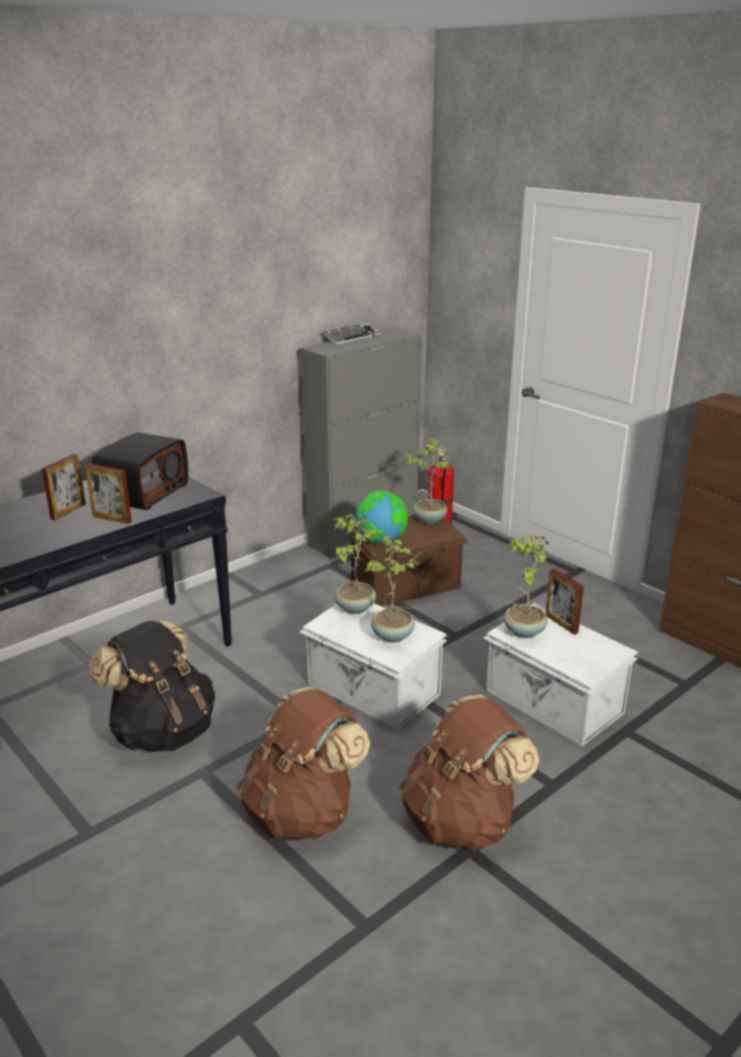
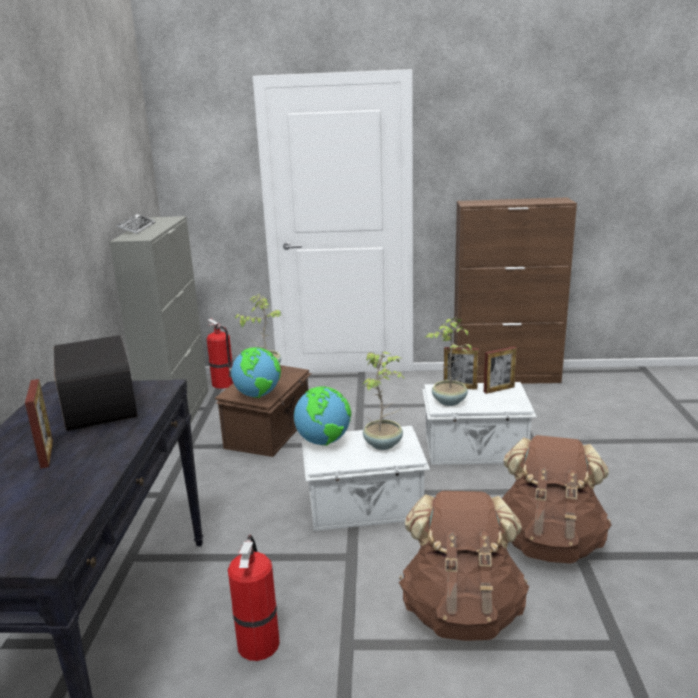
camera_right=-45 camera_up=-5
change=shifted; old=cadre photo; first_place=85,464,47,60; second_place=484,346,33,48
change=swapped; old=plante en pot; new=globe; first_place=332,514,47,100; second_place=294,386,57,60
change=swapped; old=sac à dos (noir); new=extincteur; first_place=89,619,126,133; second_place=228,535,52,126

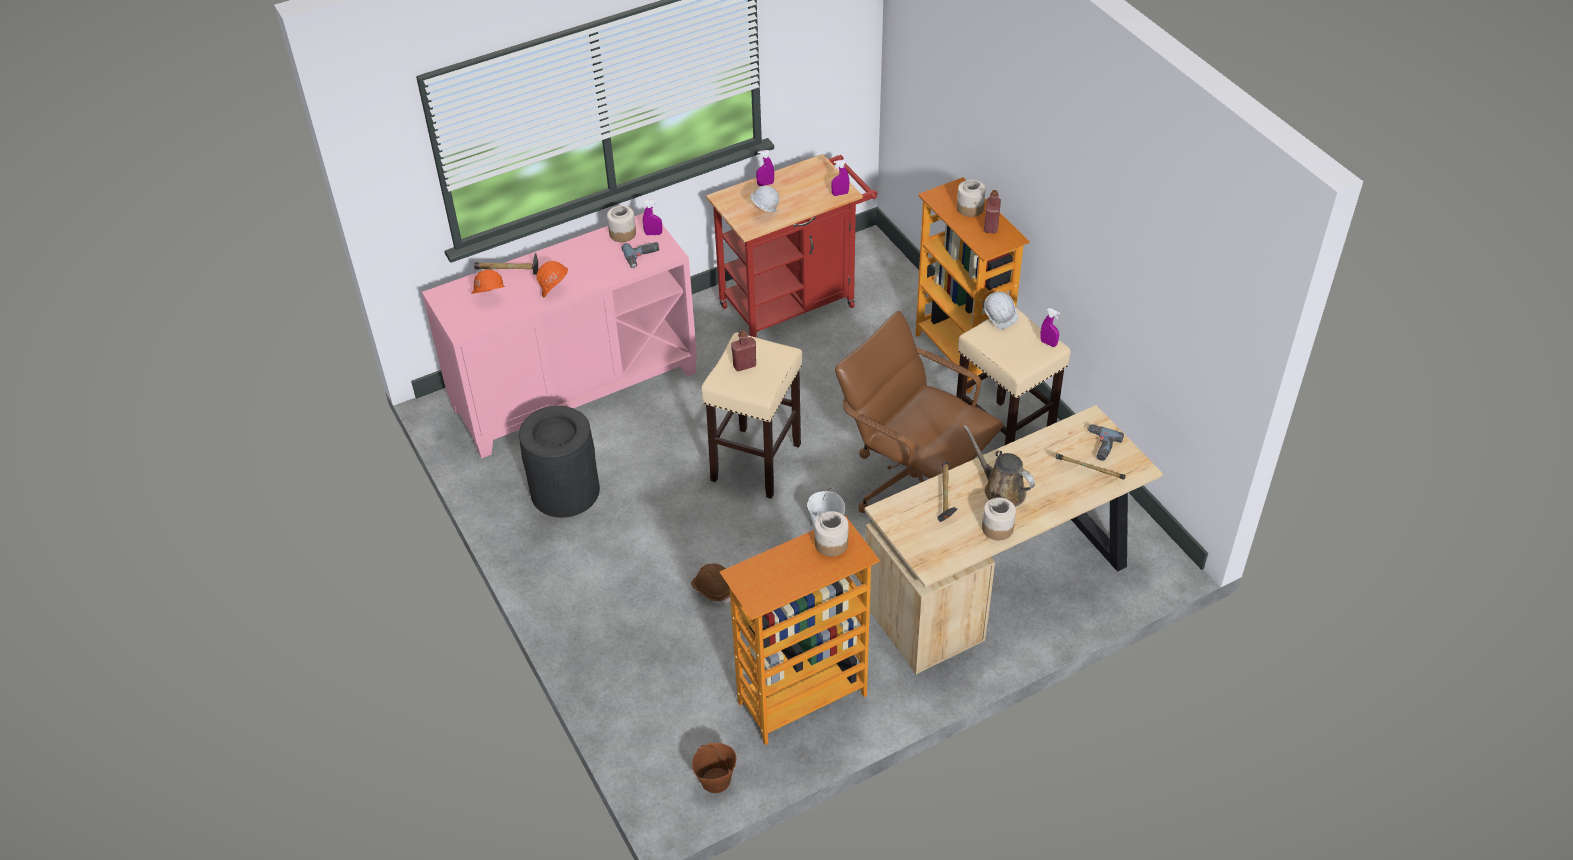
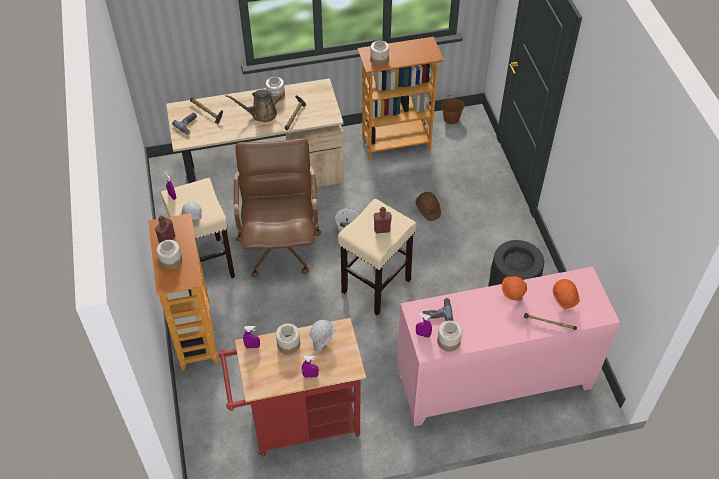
camera_right=-165 camera_up=5
change=rotated; old=chaise de bureau (marron); first_place=835,311,169,202; second_place=234,139,87,139; degrees=-150
change=rotated; old=arrosoir (marron); first_place=963,425,72,82; second_place=226,89,56,33; degrees=105
change=new; new=bocal; second_place=276,324,24,30

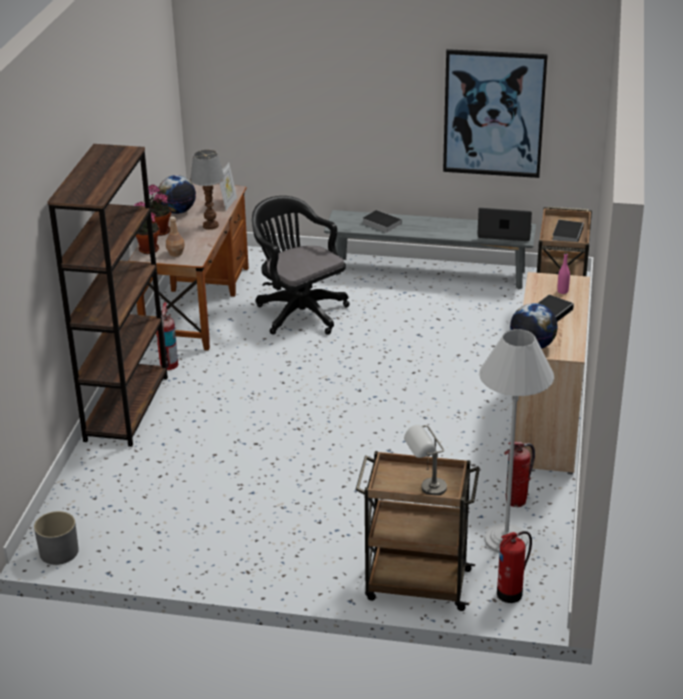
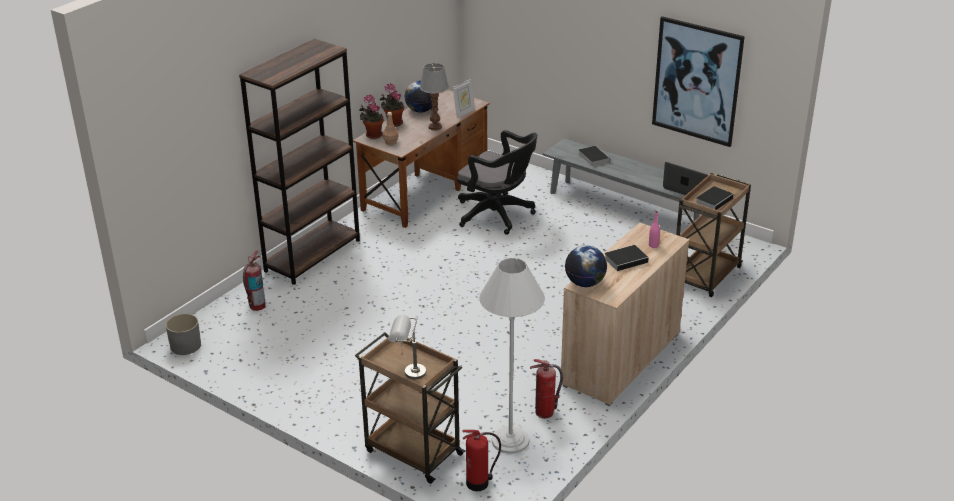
camera_right=25 camera_up=0
change=rotated; old=chaise de bureau (noir); first_place=252,196,98,139; second_place=457,130,80,105; degrees=135
change=shifted; old=extincteur; first_place=156,302,23,68; second_place=243,250,22,61

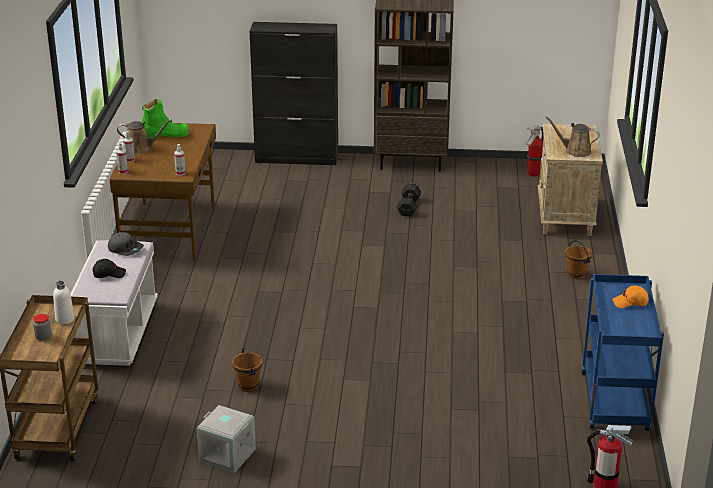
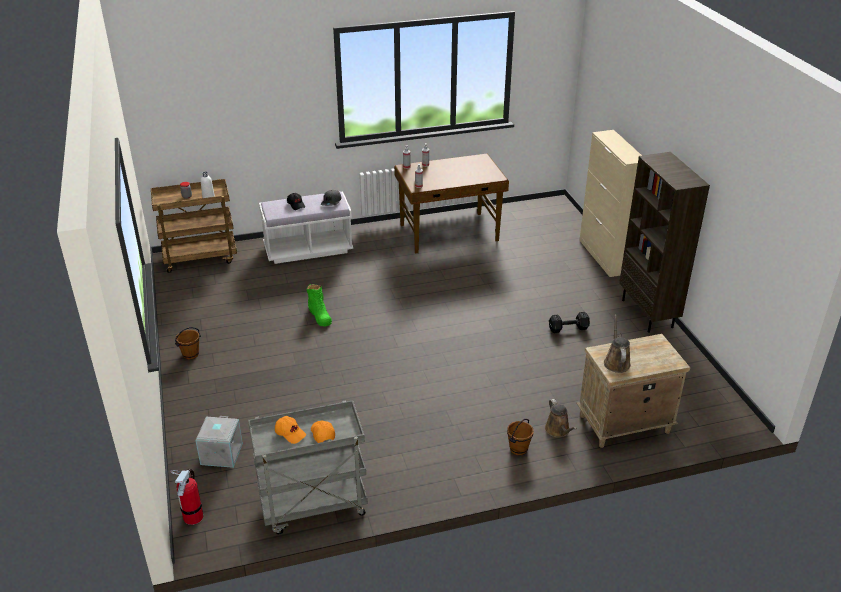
camera_right=70 camera_up=5
change=repainted; old=meuble de rangement (noir); new=meuble de rangement (beige); first_place=249,22,89,143; second_place=579,130,63,147
change=shifted; old=botte (vert); first_place=142,99,47,39; second_place=307,284,25,43
change=shifted; old=arrosoir (marron); first_place=117,120,55,34; second_place=545,399,31,38
change=gone; old=extincteur; first_place=526,125,18,52
change=repainted; old=chariot (bleu); new=chariot (gris); first_place=581,274,83,157; second_place=248,400,120,134
change=shifted; old=seau (marron); first_place=232,347,31,44; second_place=175,327,26,33
change=shifted; old=boîte de rangement (gris); first_place=197,405,59,68; second_place=195,416,48,52
change=new; new=casquette (orange); second_place=275,416,31,28

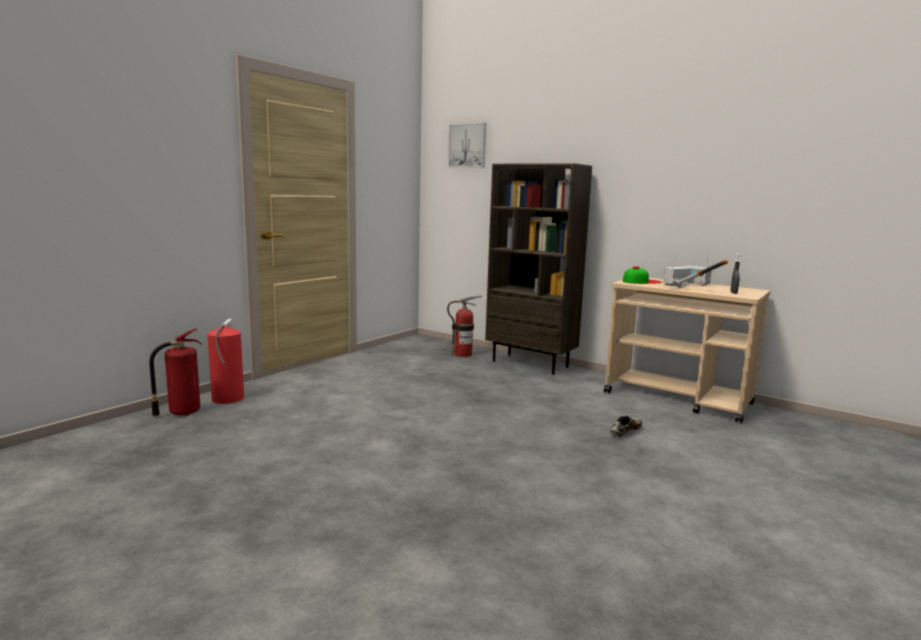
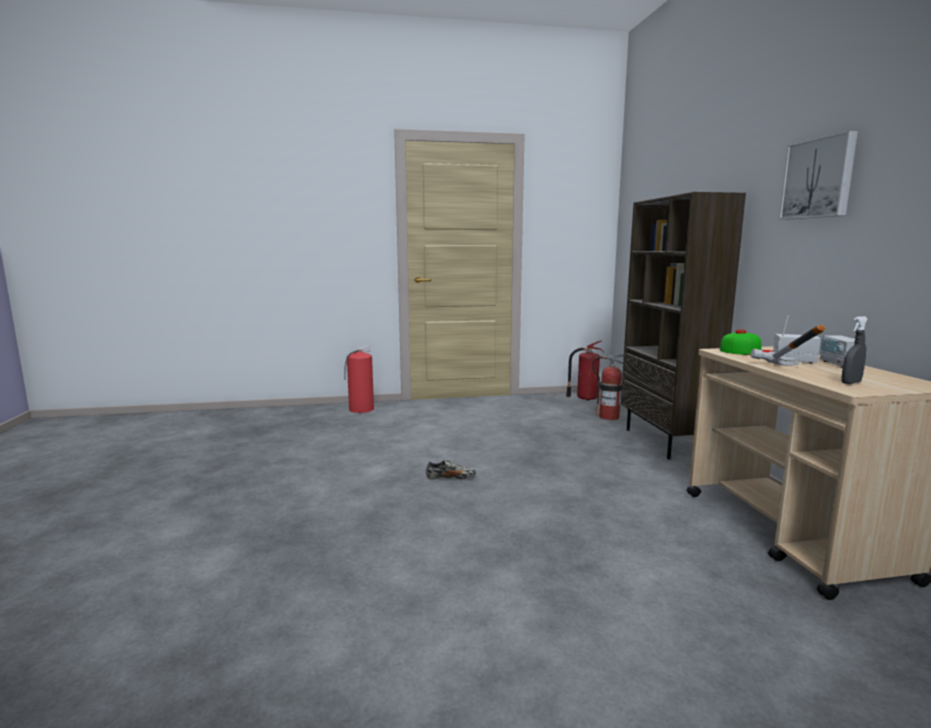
camera_right=45 camera_up=0
change=shifted; old=tableau; first_place=448,123,38,44; second_place=779,130,79,90
change=shifted; old=extincteur; first_place=149,328,53,88; second_place=566,341,38,60
change=shifted; old=chaussure; first_place=610,415,33,22; second_place=426,460,50,19

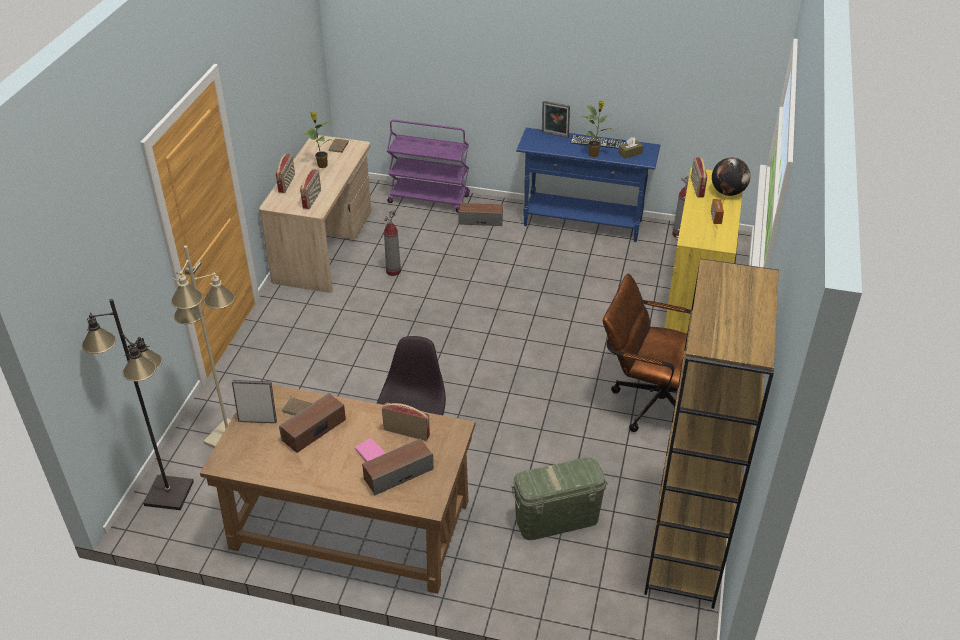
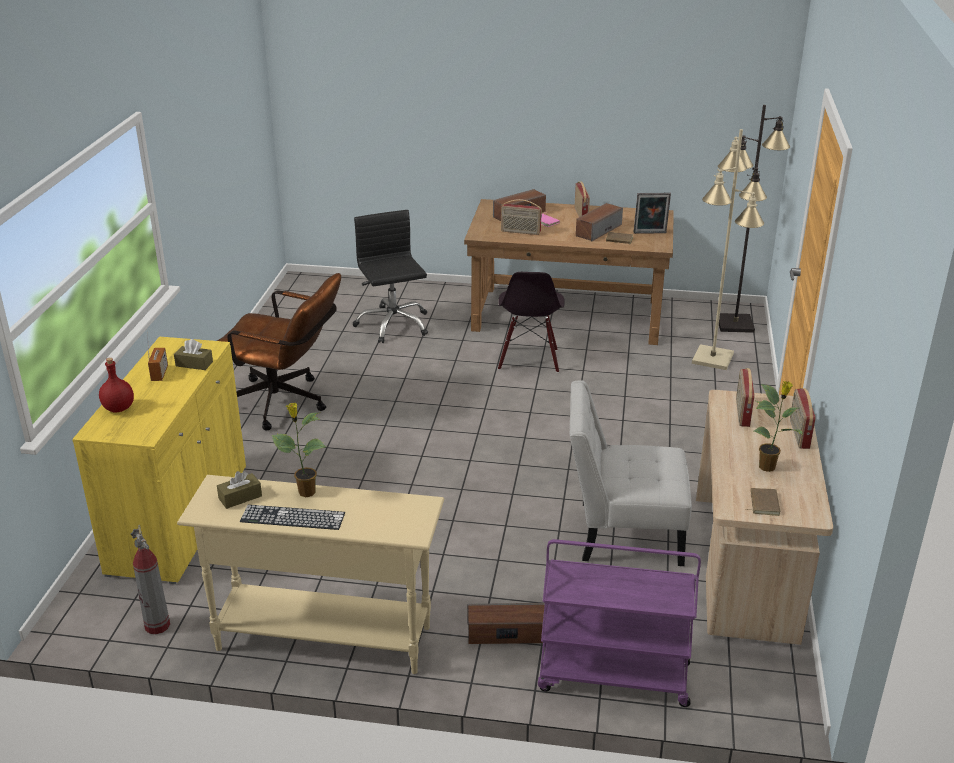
camera_right=175 camera_up=-10
change=gone; old=cadre photo; first_place=542,101,28,37
change=repainted; old=table console (bleu); new=table console (beige); first_place=516,128,144,114; second_place=177,475,267,199
change=shifted; old=radio; first_place=691,157,16,41; second_place=575,181,15,36
change=swapped; old=globe; new=bouteille (rouge); first_place=712,158,38,38; second_place=99,358,35,55
change=swapped; old=extincteur; new=chaise (blanc); first_place=384,210,17,66; second_place=570,380,122,186
change=gone; old=bibliothèque (marron); first_place=644,258,135,351
change=swapped; old=boîte de rangement (vert); new=chaise de bureau (noir); first_place=511,457,96,83; second_place=353,210,75,133
change=new; new=boîte à mouchoirs (marron); second_place=174,339,39,31

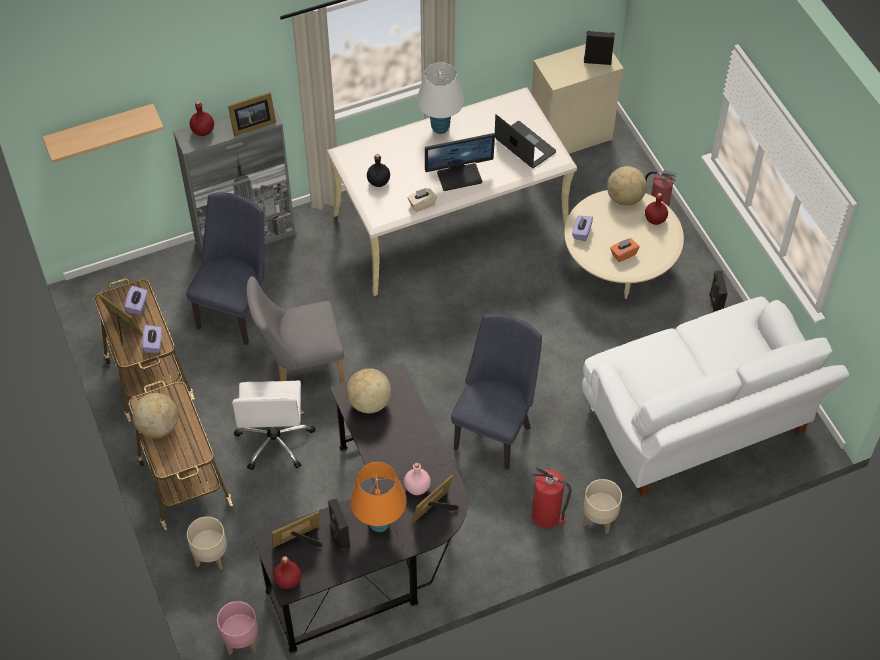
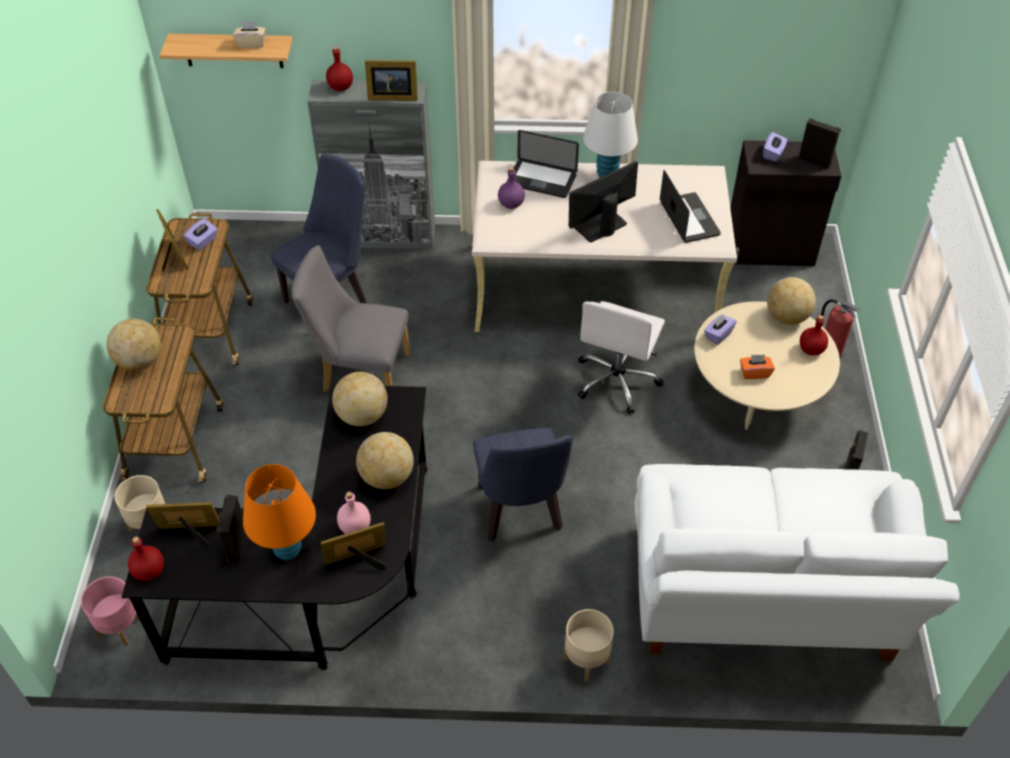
camera_right=25 camera_up=-5
change=repainted; old=meuble de rangement (beige); new=meuble de rangement (noir); first_place=531,44,93,110; second_place=730,140,111,126
change=rotated; old=écran d'ordinateur; first_place=425,133,70,58; second_place=569,161,69,81; degrees=135
change=repainted; old=bouteille (noir); new=bouteille (violet); first_place=367,154,23,33; second_place=498,167,27,42
change=shifted; old=boîte à mouchoirs (beige); first_place=407,188,30,24; second_place=233,21,33,27
change=rotated; old=chaise (bleu); first_place=451,314,91,156; second_place=473,428,100,114; degrees=120
change=shifted; old=boîte à mouchoirs (violet); first_place=142,325,20,28; second_place=763,132,24,30
change=shifted; old=chaise de bureau (blanc); first_place=232,381,84,89; second_place=578,301,87,113
change=gone; old=extincteur; first_place=531,468,41,61
change=new; new=ordinateur portable; second_place=506,130,73,68
change=new; new=globe; second_place=356,432,58,57

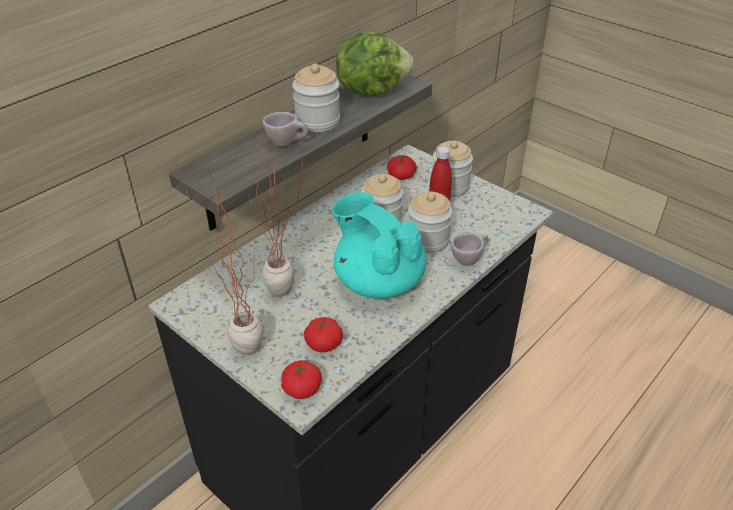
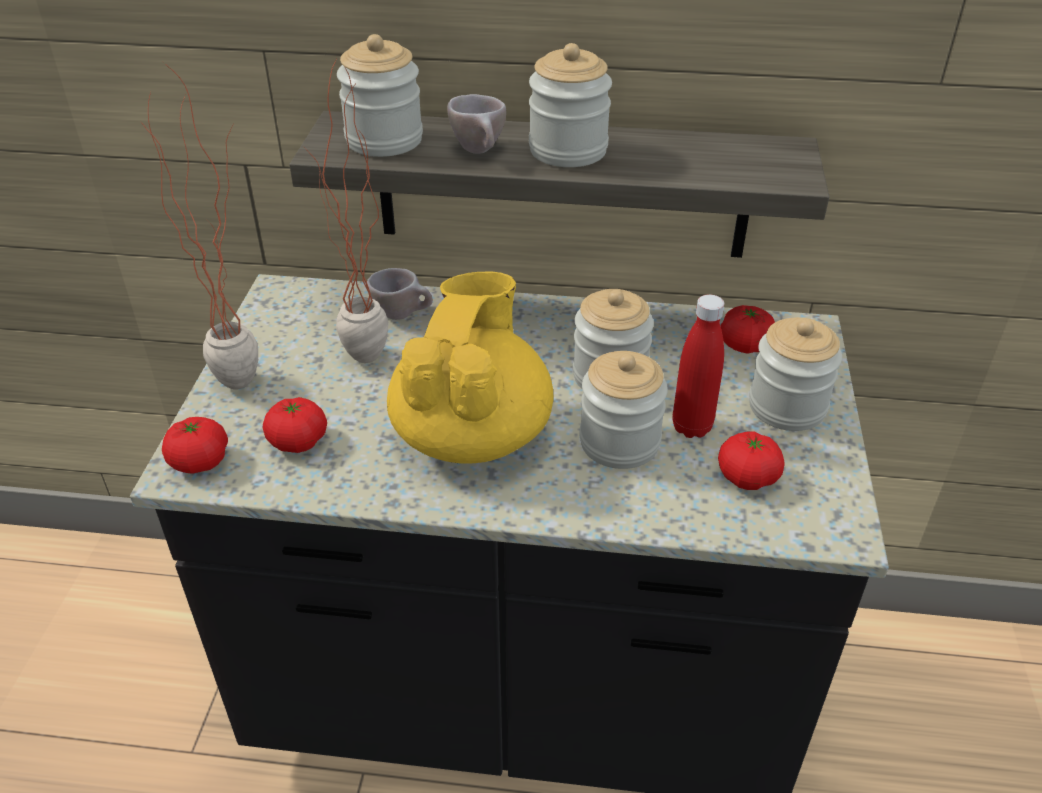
camera_right=55 camera_up=0
change=gone; old=laitue; first_place=336,31,78,65
change=repainted; old=théière (turquoise); new=théière (jaune); first_place=332,192,95,107; second_place=387,272,167,192
change=shifted; old=tasse (beige); first_place=451,233,38,33; second_place=367,268,66,52
change=new; new=bocal; second_place=337,34,86,123
change=new; new=tomate; second_place=718,432,67,58

